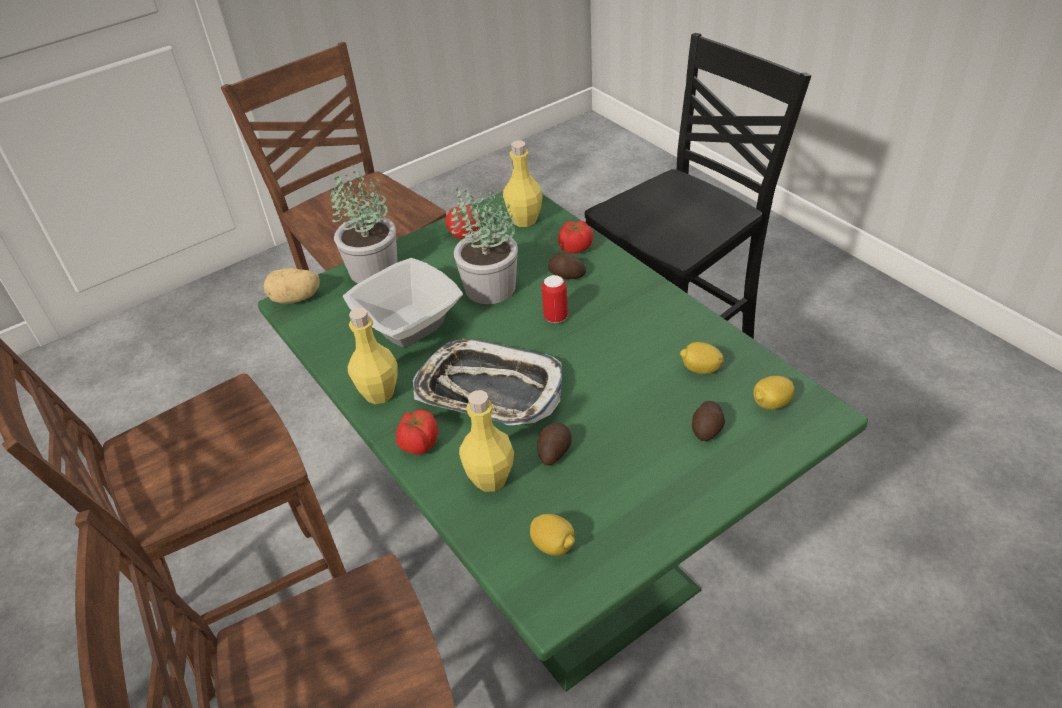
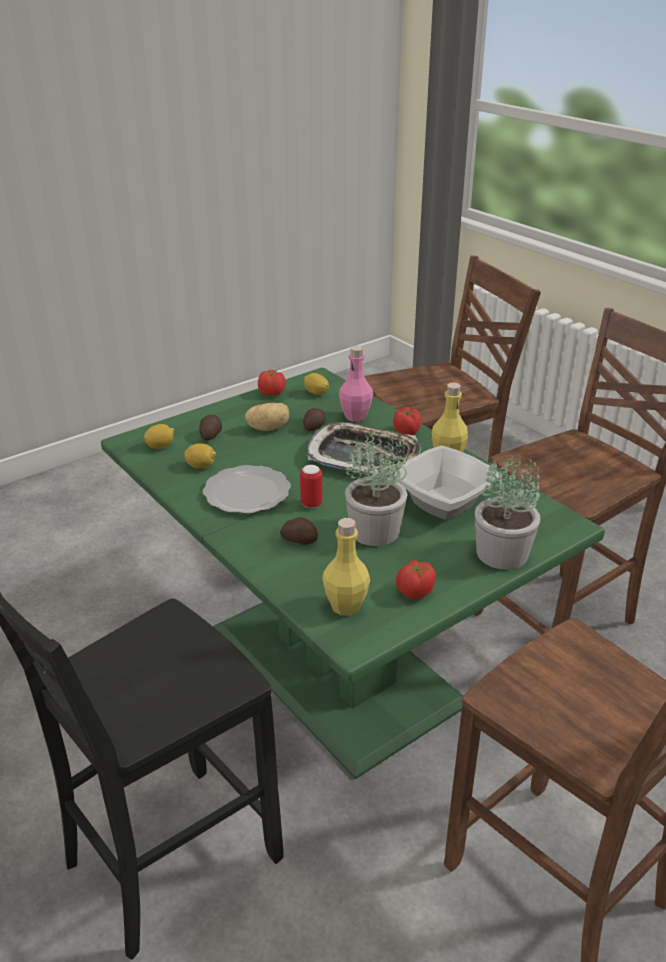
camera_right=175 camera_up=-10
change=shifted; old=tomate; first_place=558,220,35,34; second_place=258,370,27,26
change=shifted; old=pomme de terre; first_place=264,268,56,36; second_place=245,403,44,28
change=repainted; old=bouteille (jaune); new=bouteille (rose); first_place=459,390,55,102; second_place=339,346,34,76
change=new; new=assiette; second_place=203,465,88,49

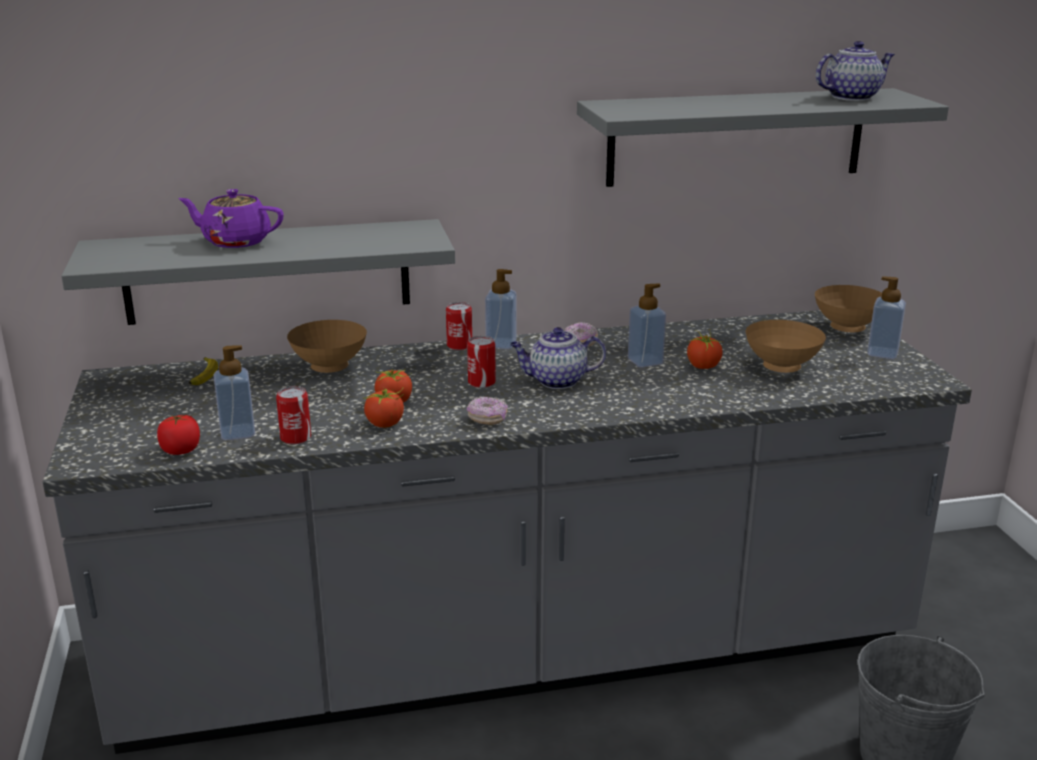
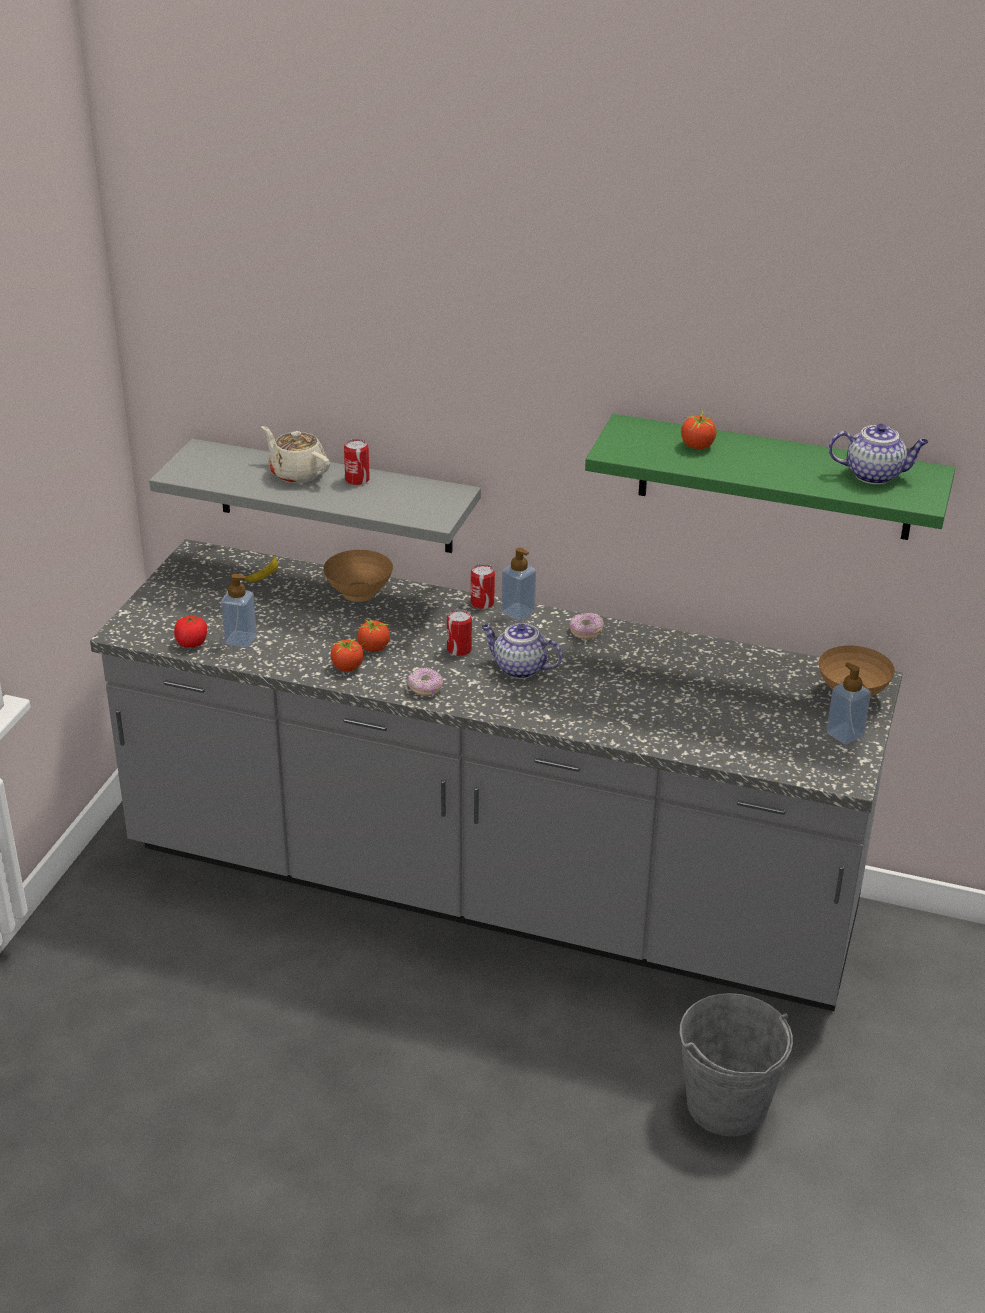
camera_right=30 camera_up=10
change=repainted; old=étagère (gris); new=étagère (vert); first_place=577,88,372,99; second_place=585,414,370,126
change=repainted; old=théière (violet); new=théière (beige); first_place=178,189,106,59; second_place=261,426,69,57
change=gone; old=distributeur de savon; first_place=628,283,38,84
change=gone; old=bol (marron); first_place=745,320,81,53
change=shifted; old=tomate; first_place=687,330,36,39; second_place=681,409,35,40
change=shifted; old=boîte métallique; first_place=276,386,35,58; second_place=344,439,26,46

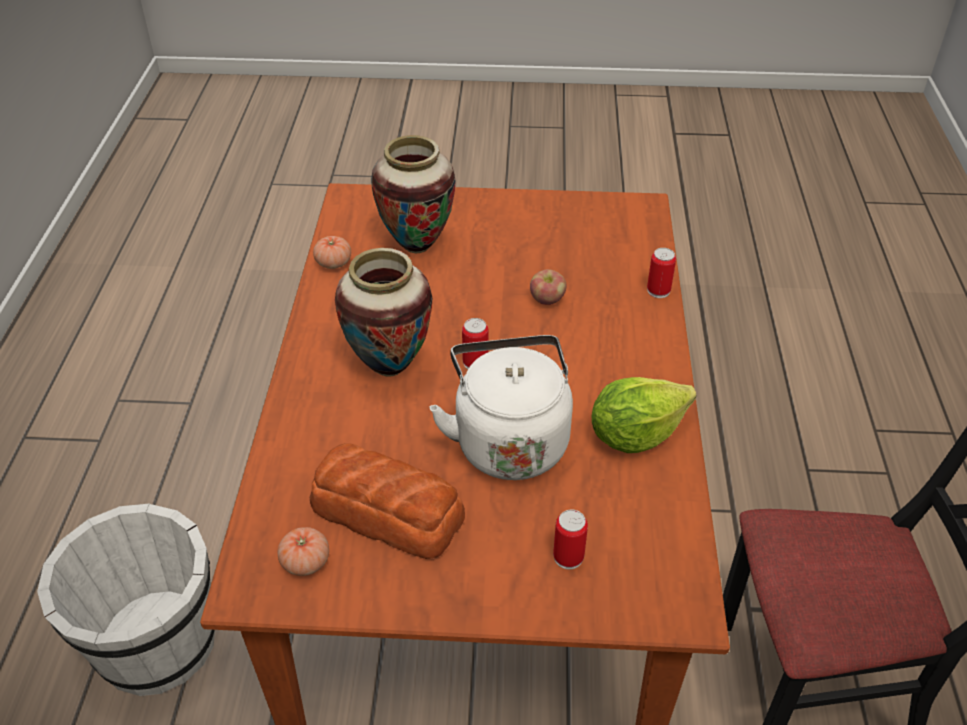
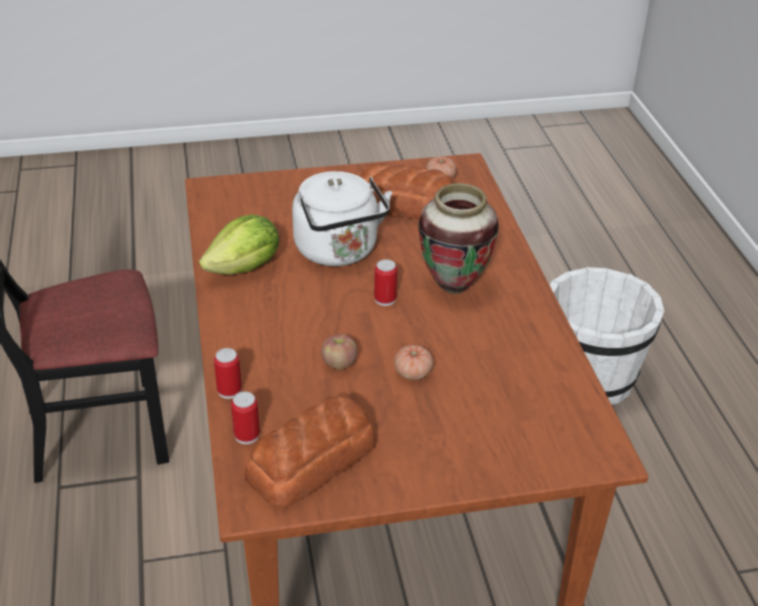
camera_right=165 camera_up=-5
change=gone; old=vase; first_place=371,135,85,118
change=shifted; old=tomate; first_place=313,236,38,33; second_place=394,345,40,35
change=shifted; old=boîte métallique; first_place=553,509,35,60; second_place=231,392,29,52
change=new; new=pain; second_place=244,394,132,113

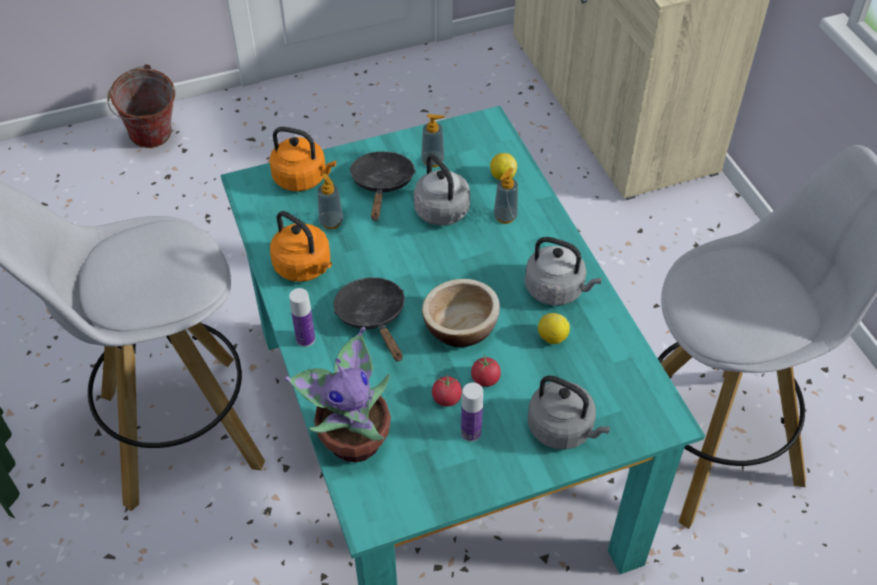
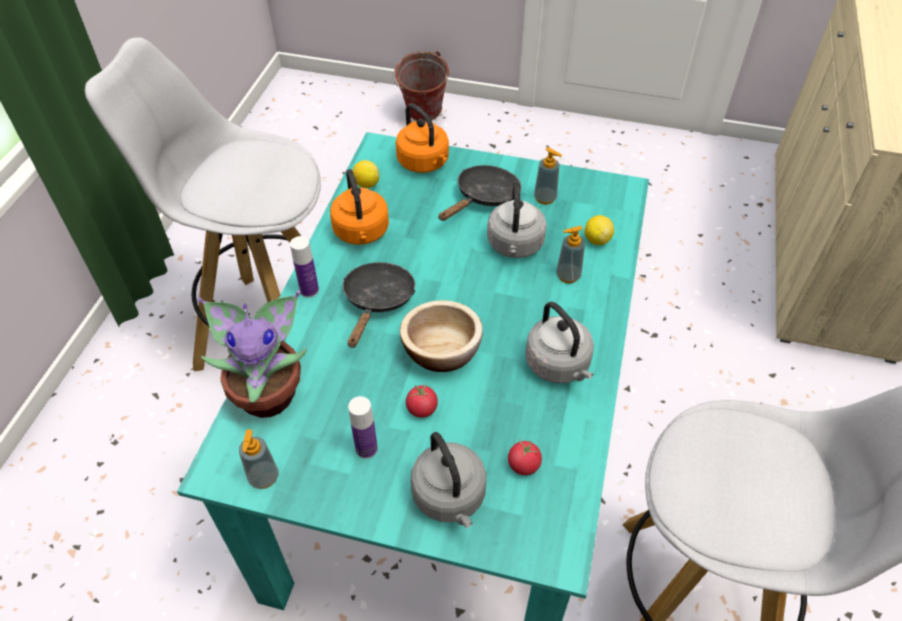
camera_right=35 camera_up=0
change=shifted; old=distributeur de savon; first_place=317,173,26,56; second_place=239,429,39,60
change=shifted; old=citron; first_place=538,313,32,31; second_place=353,160,26,28
change=shifted; old=tomate; first_place=432,374,30,32; second_place=508,438,34,37

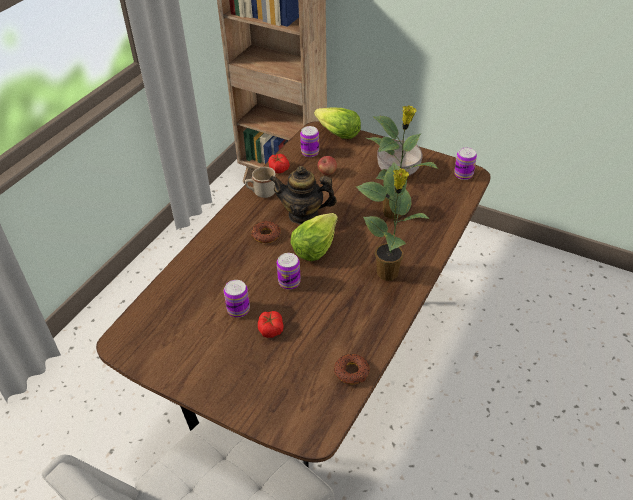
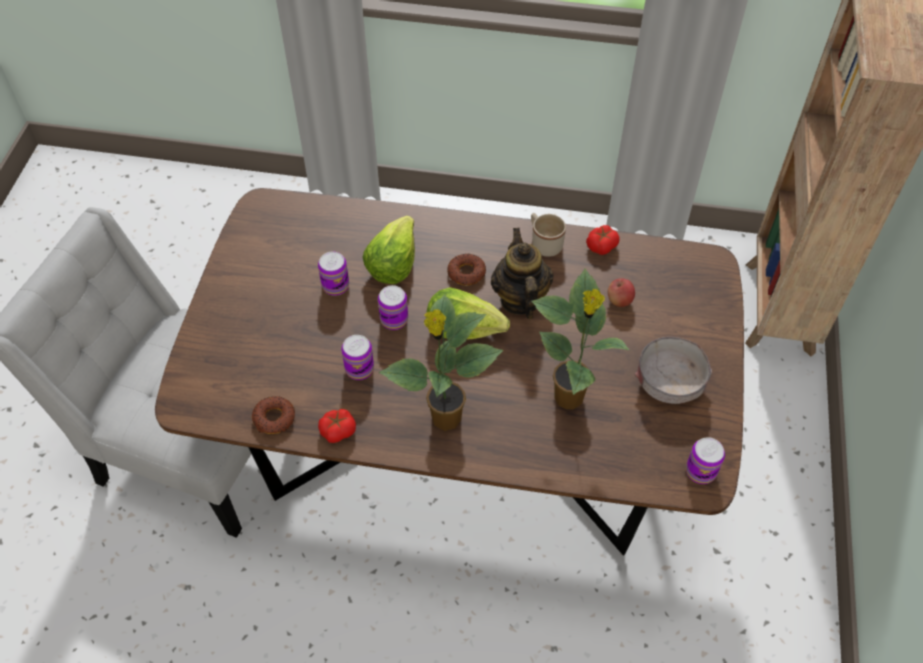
camera_right=70 camera_up=10
change=shifted; old=laitue; first_place=314,108,47,31; second_place=362,216,53,68
change=shifted; old=boîte métallique; first_place=300,126,19,31; second_place=341,335,33,45
change=shifted; old=tomate; first_place=258,311,26,27; second_place=318,409,38,34

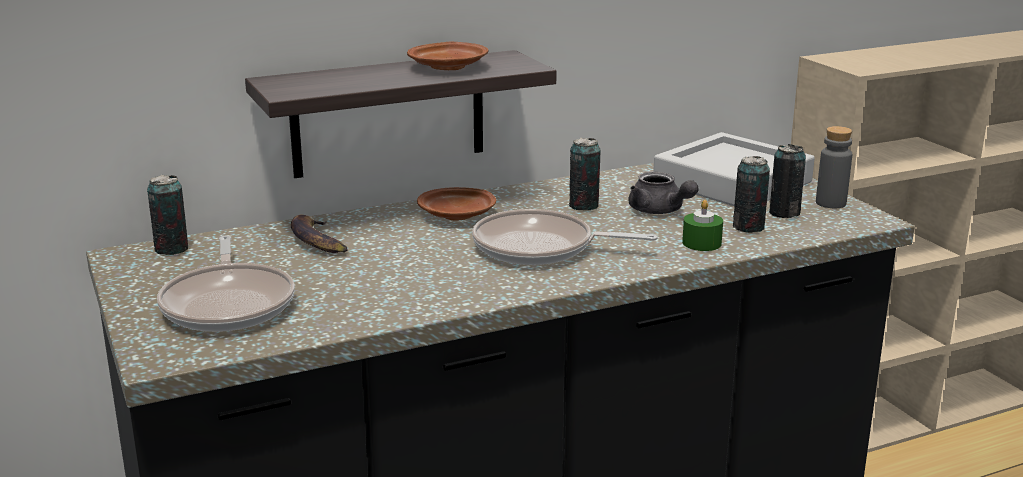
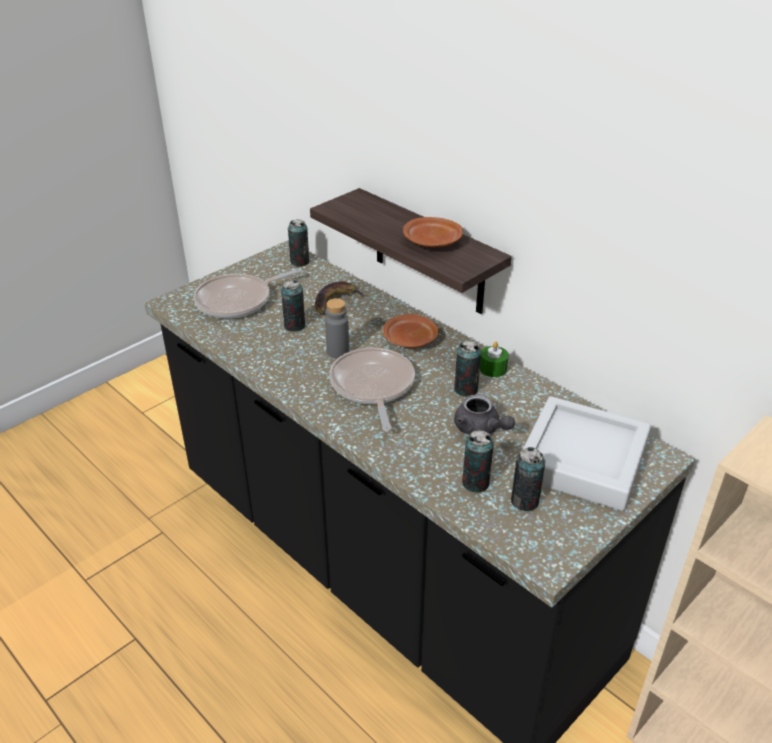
camera_right=70 camera_up=15
change=shifted; old=bouteille (gris); first_place=816,126,36,82; second_place=325,298,24,61
change=rotated; old=théière (gris); first_place=628,172,71,42; second_place=454,394,61,41; degrees=-75
change=shifted; old=bougie (vert); first_place=682,200,41,51; second_place=480,342,29,35
change=new; new=boîte métallique; second_place=281,280,24,52

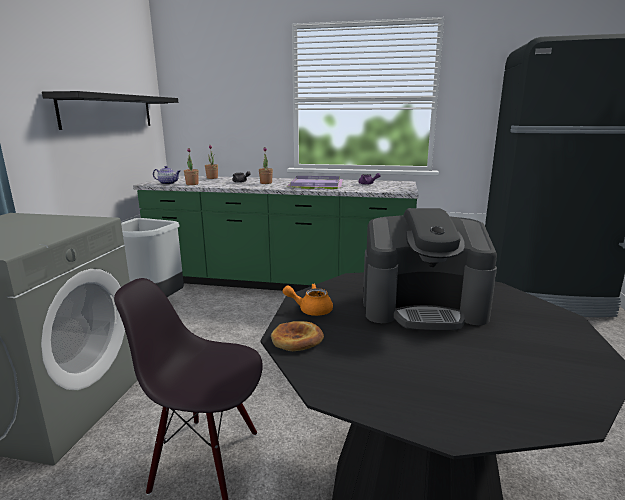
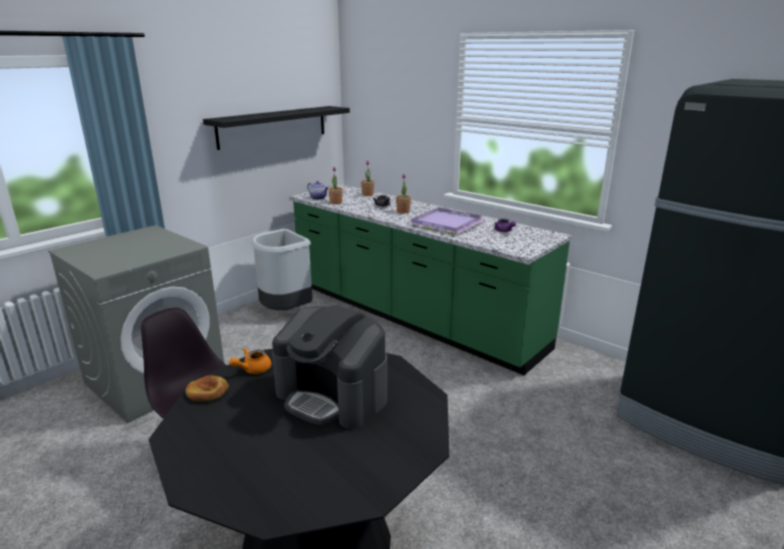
camera_right=30 camera_up=5
change=rotated; old=théière (orange); first_place=283,284,50,32; second_place=229,348,42,26; degrees=-75

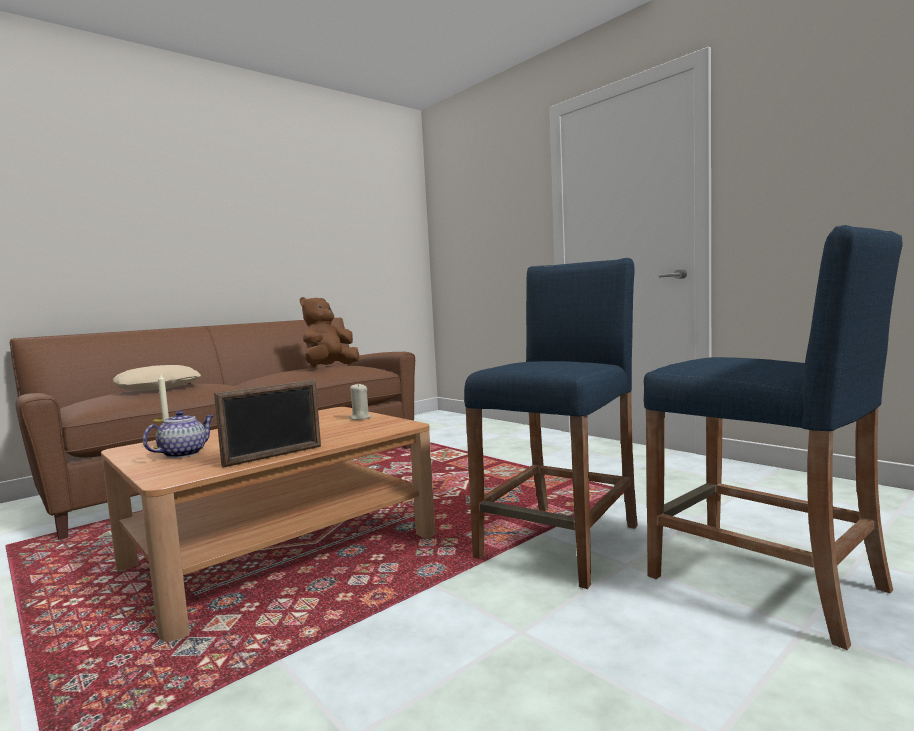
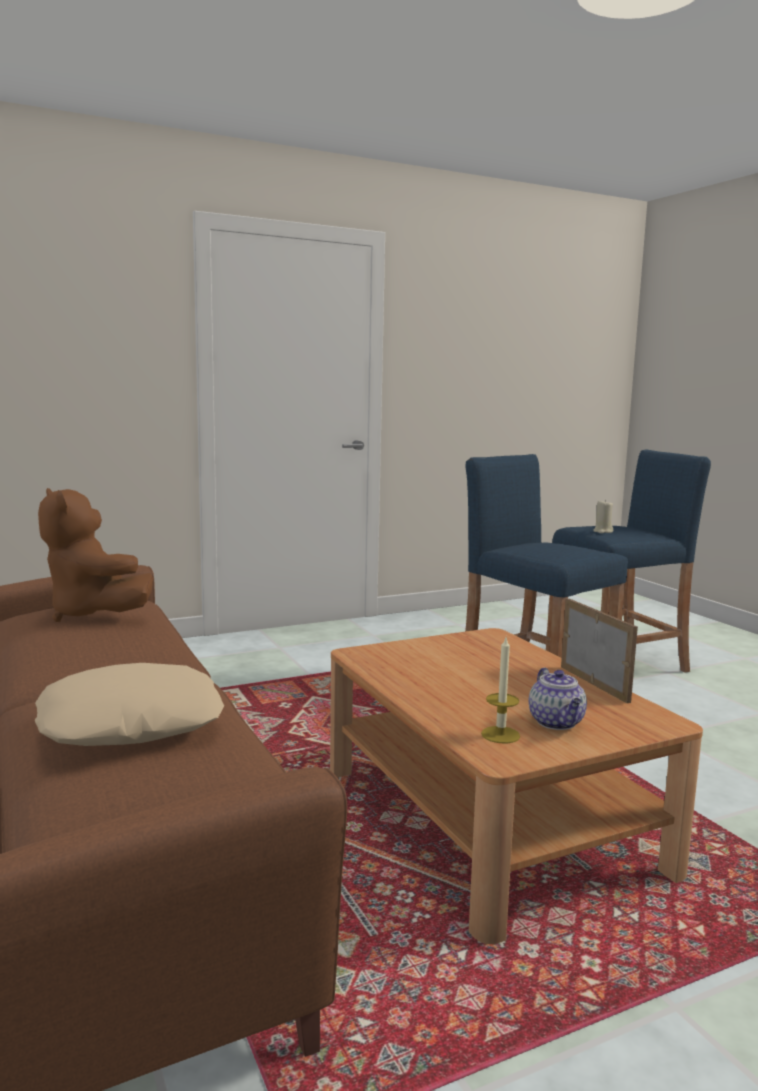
camera_right=-75 camera_up=5
change=shifted; old=bougie (beige); first_place=349,384,22,36; second_place=593,500,20,33
change=rotated; old=théière; first_place=143,411,71,47; second_place=529,668,58,62; degrees=-150

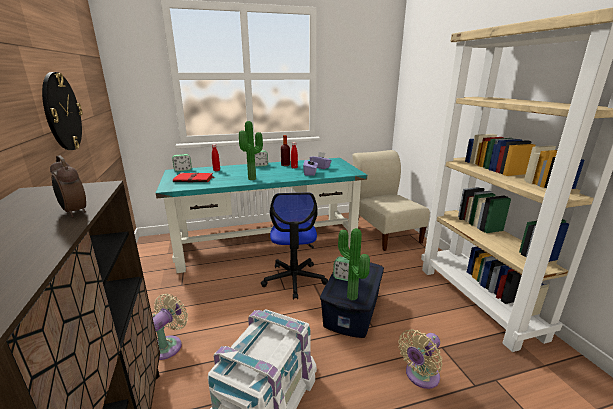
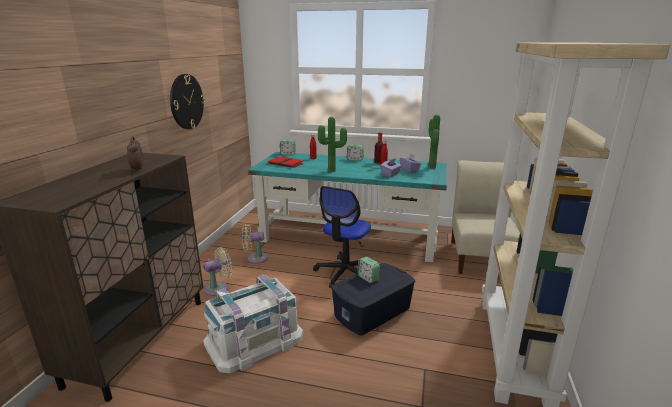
camera_right=30 camera_up=0
change=shifted; old=plante en pot; first_place=338,228,32,72; second_place=428,115,12,54
change=shifted; old=ventilateur (beige); first_place=398,329,44,60; second_place=242,224,26,40

